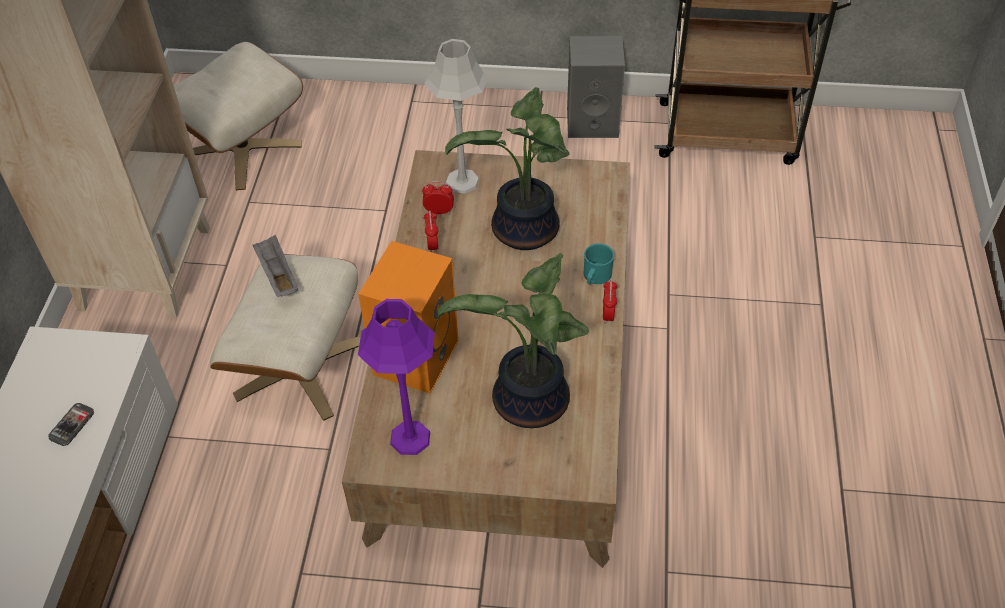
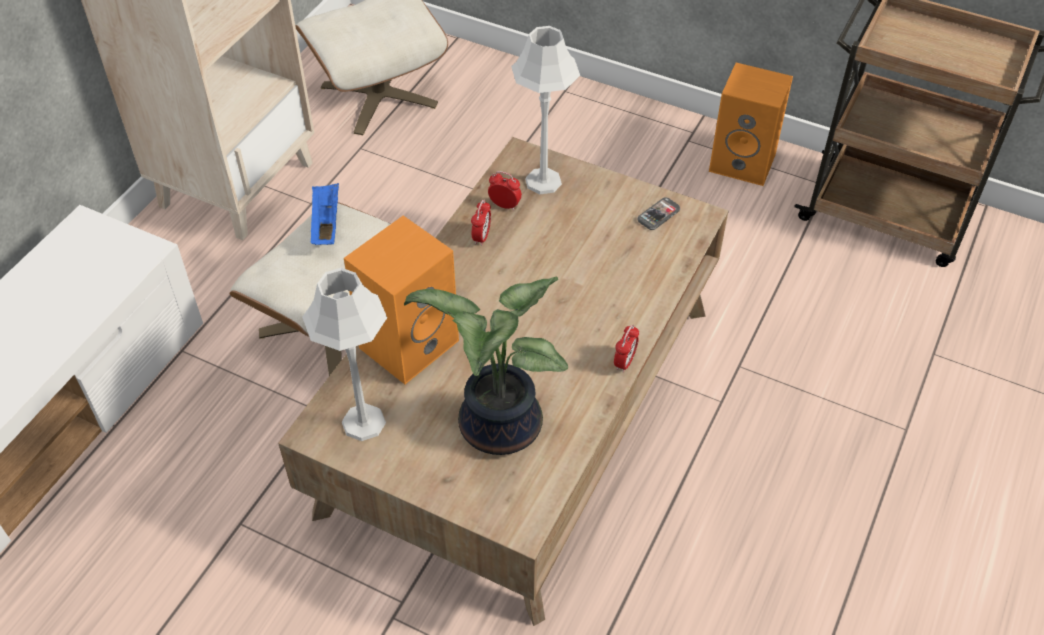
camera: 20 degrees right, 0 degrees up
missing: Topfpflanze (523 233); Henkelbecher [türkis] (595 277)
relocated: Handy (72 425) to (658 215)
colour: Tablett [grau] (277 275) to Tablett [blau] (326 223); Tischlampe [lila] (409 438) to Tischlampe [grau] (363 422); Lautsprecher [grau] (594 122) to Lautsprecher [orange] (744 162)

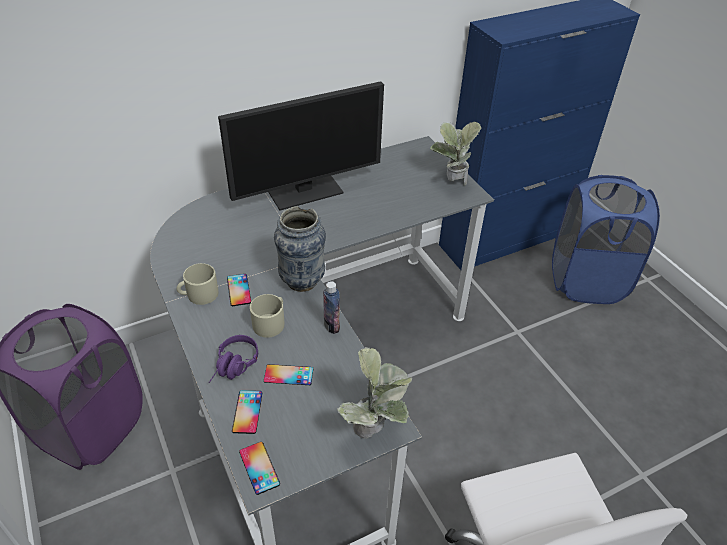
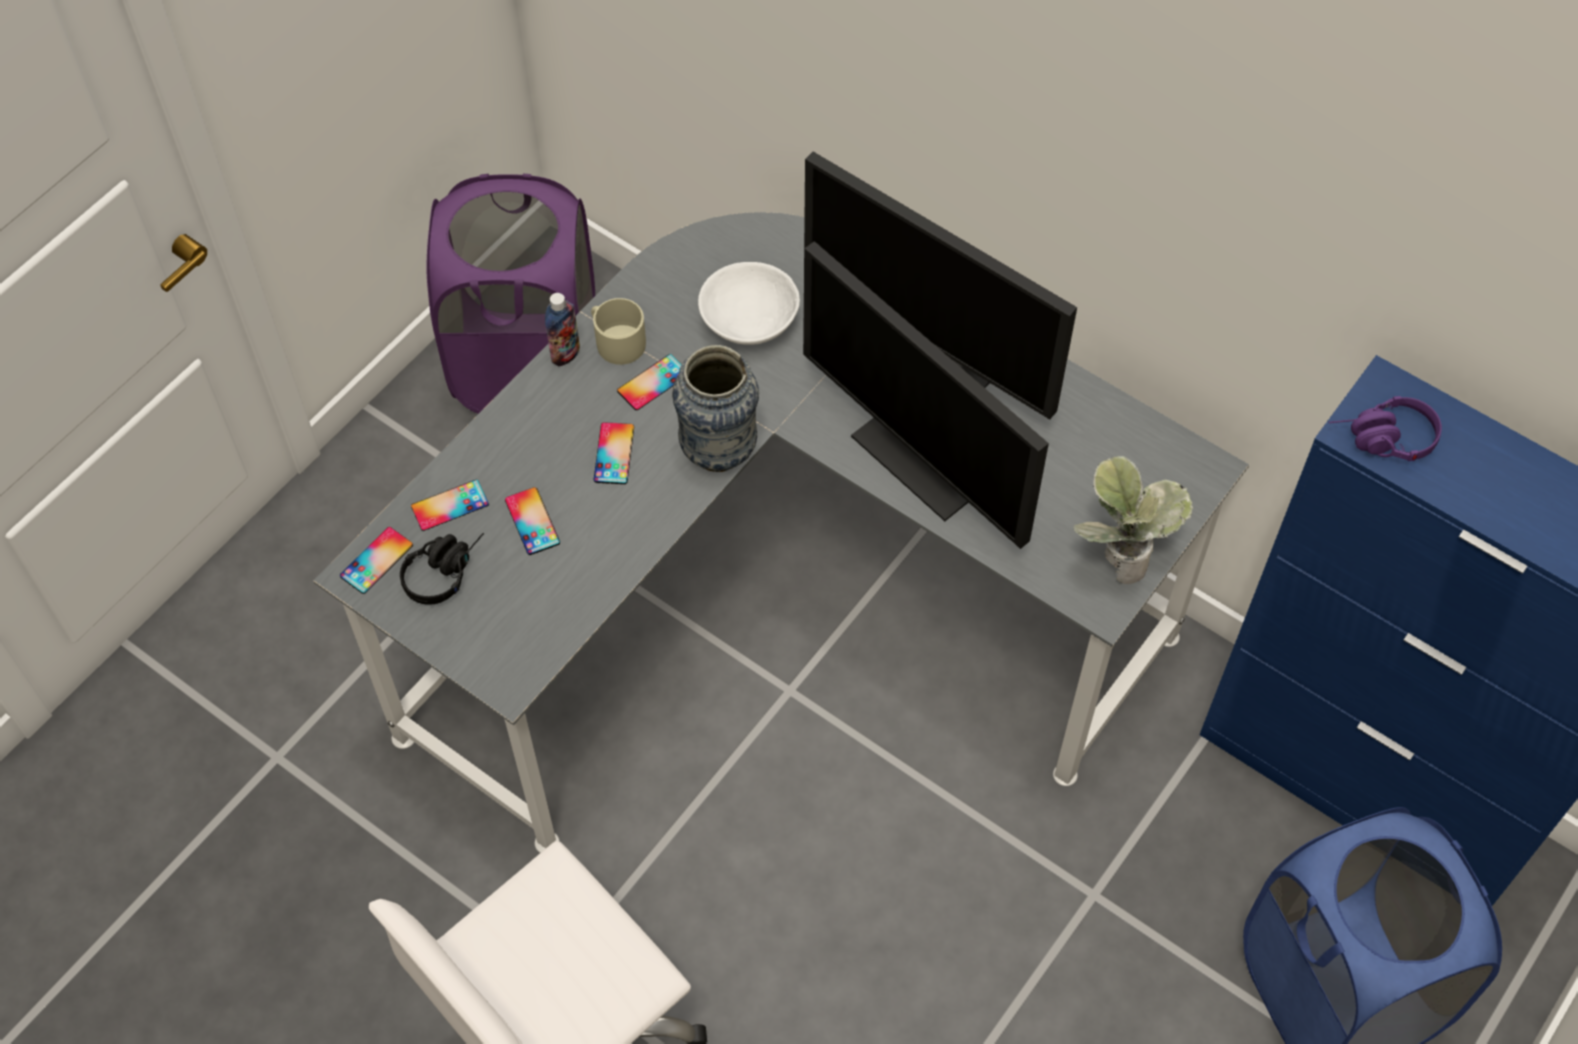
camera: 65 degrees right, 15 degrees up
missing: Topfpflanze (375 430)
appeared: Kopfhörer [schwarz] (444 570); Schüssel [weiß] (749 322); Monitor (928 456)
relocated: Kopfhörer [lila] (234 367) to (1381 440); Flasche (331 326) to (565 354)
exchanged: Henkelbecher [beige] (271 322) to Handy (614 453)

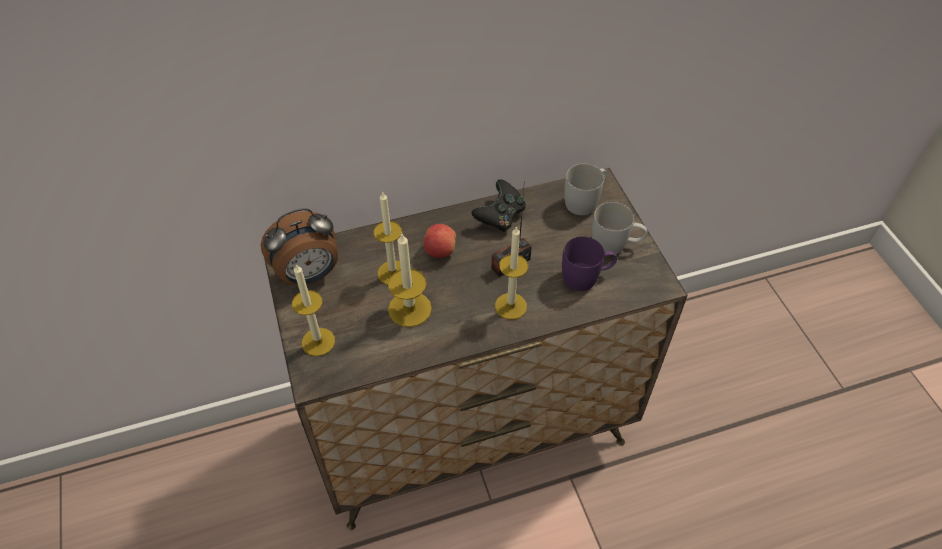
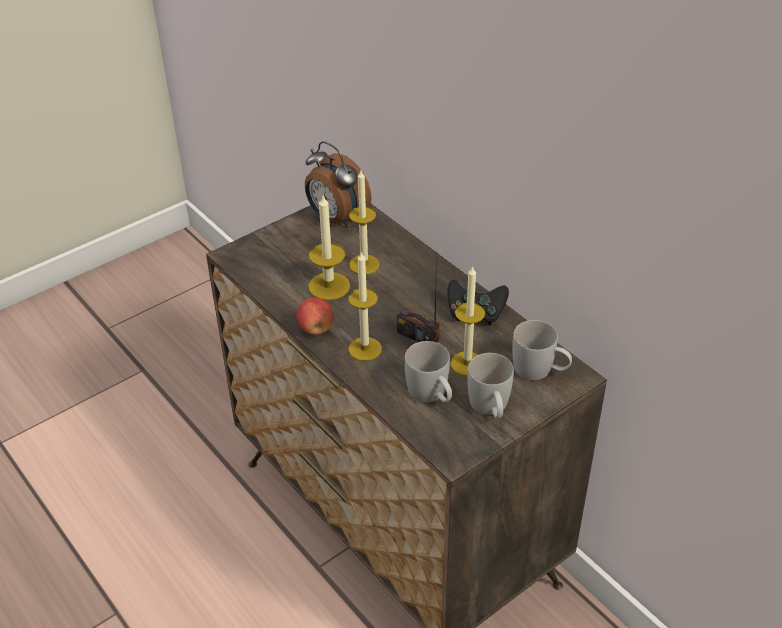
camera: 70 degrees right, 10 degrees down
relocated: Kerze (318 342) to (467 363); Apfel (440 251) to (316 328)
colour: Henkelbecher [lila] (587 277) to Henkelbecher [weiß] (431 395)

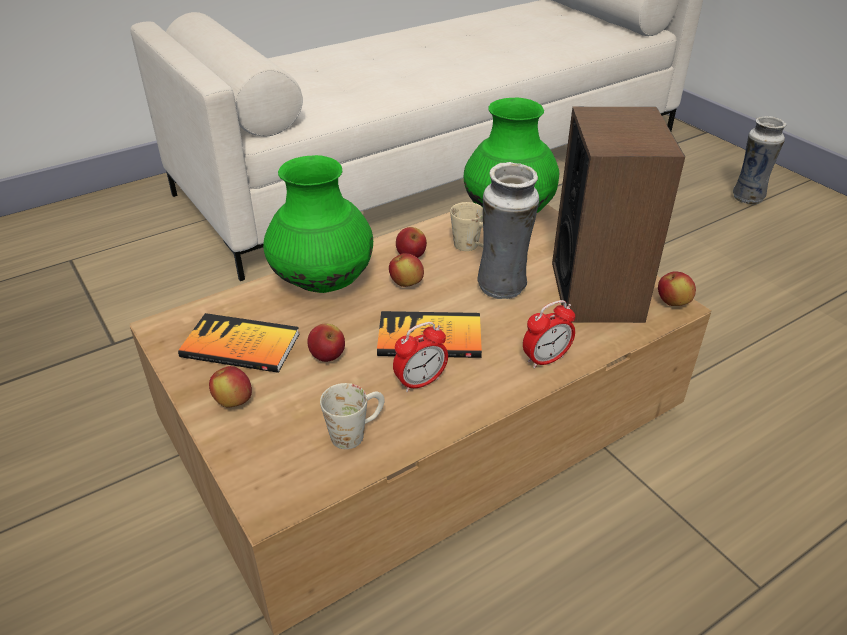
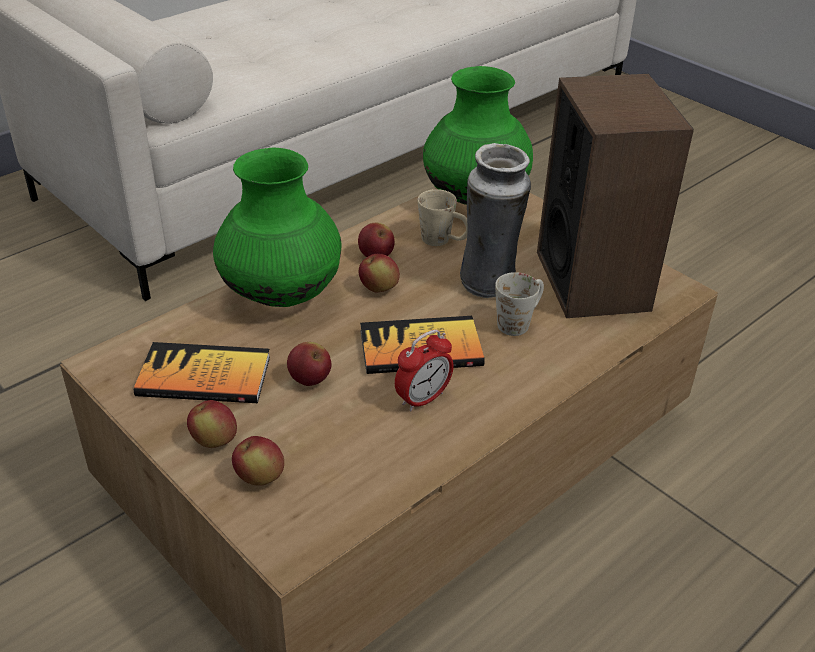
camera: 10 degrees left, 0 degrees up
missing: Wecker (545 359); Vase (747 197)
relocated: Henkelbecher [weiß] (356 432) to (519 321); Apfel (672 303) to (260 478)

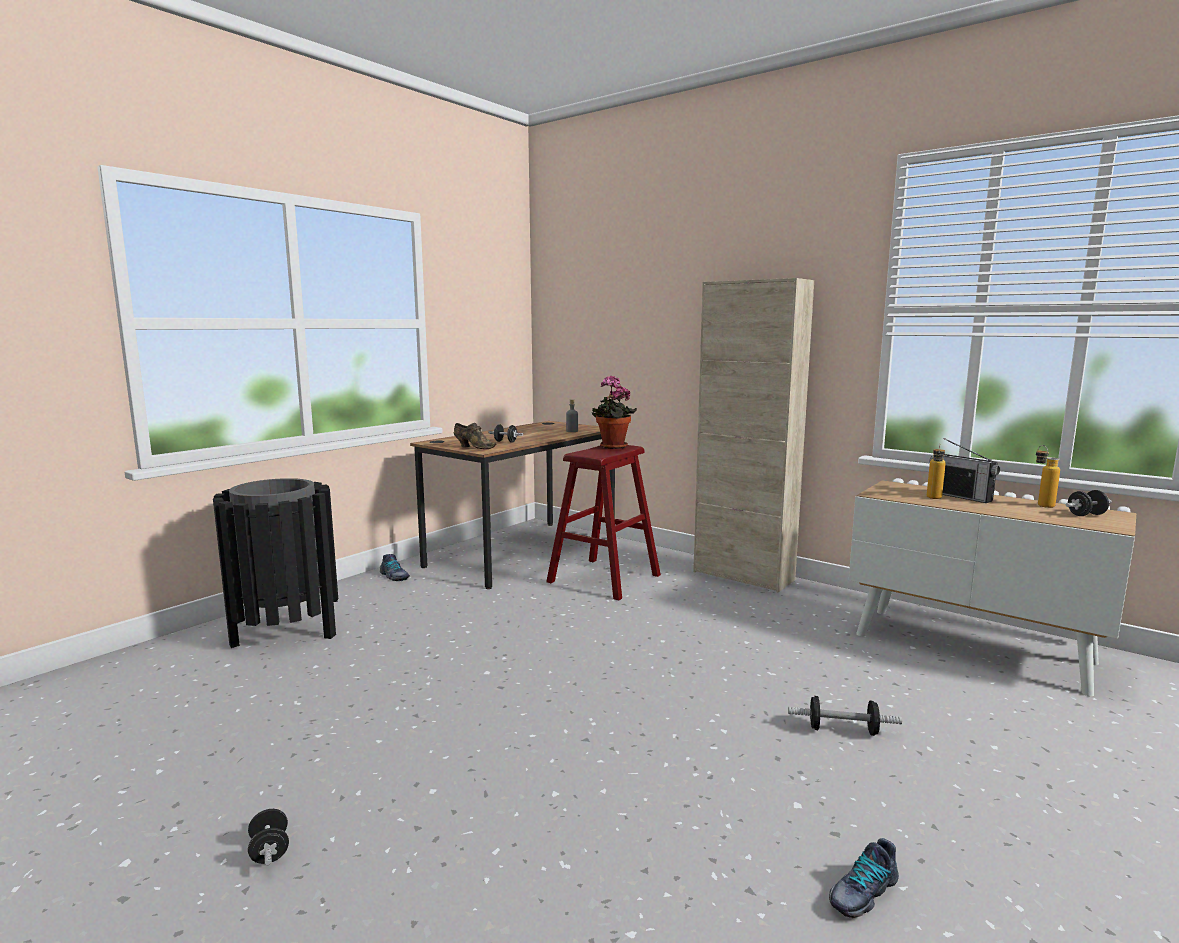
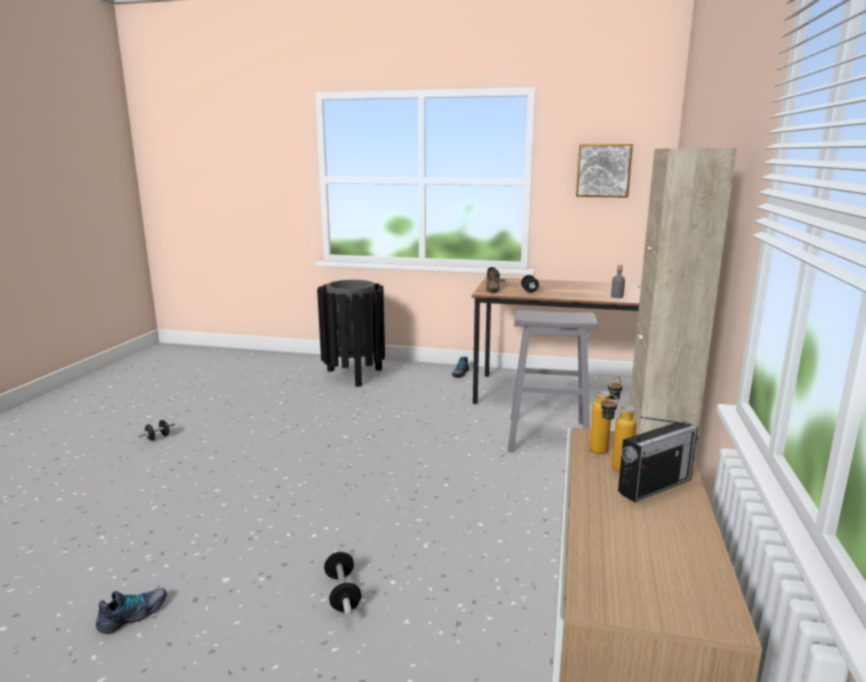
camera: 65 degrees right, 5 degrees up
missing: Topfpflanze (612 447); Hantel [schwarz] (1086 515)
appeared: Bild (603 170)
relocated: Flasche (1041 504) to (603 448)
colour: Hocker [rot] (604 578) to Hocker [grau] (547 436)
spun: Schuh (862 892) = (134 615) 105 degrees clockwise; Radio (960 496) = (654 486) 150 degrees counterclockwise

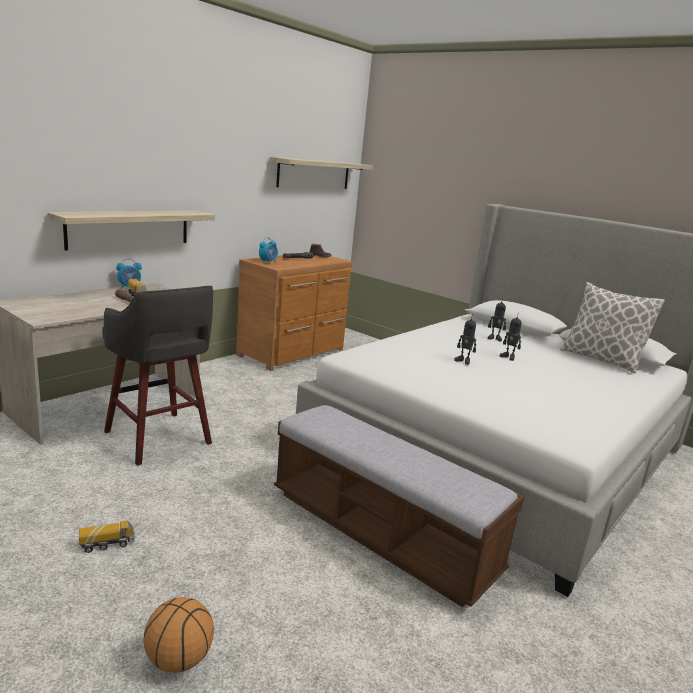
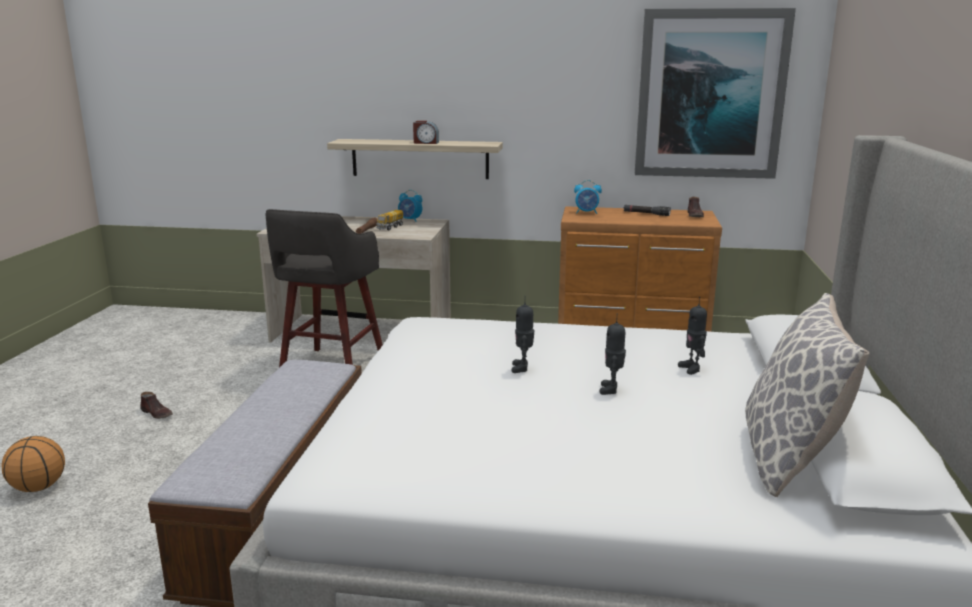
camera: 60 degrees right, 0 degrees up
appeared: Wecker (426 143)
exchanged: Spielzeuglaster (107 544) to Schuh [braun] (157 413); Wandregal (314 174) to Bild (710 94)

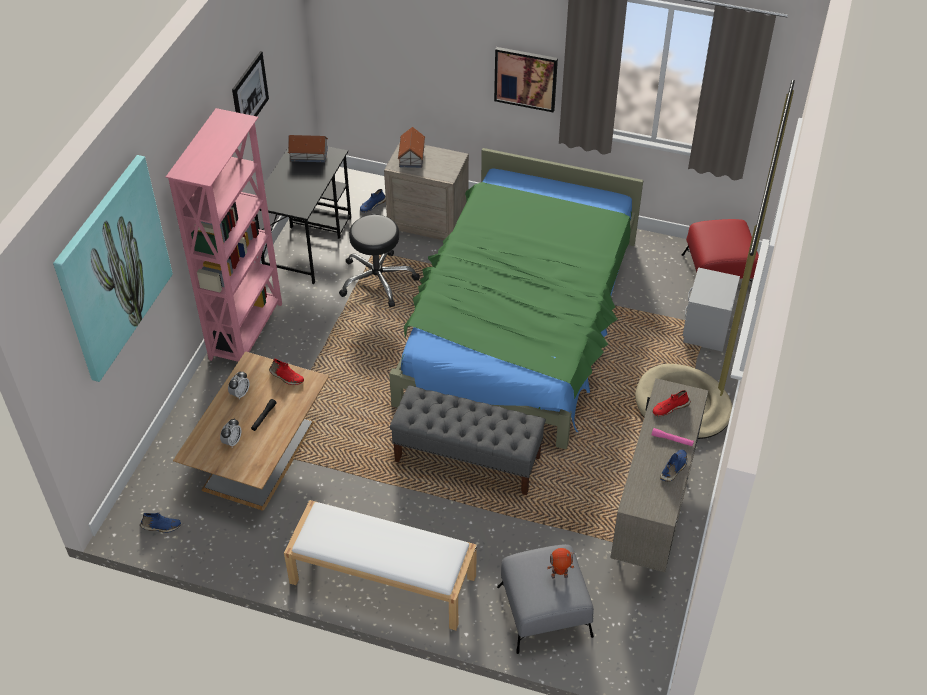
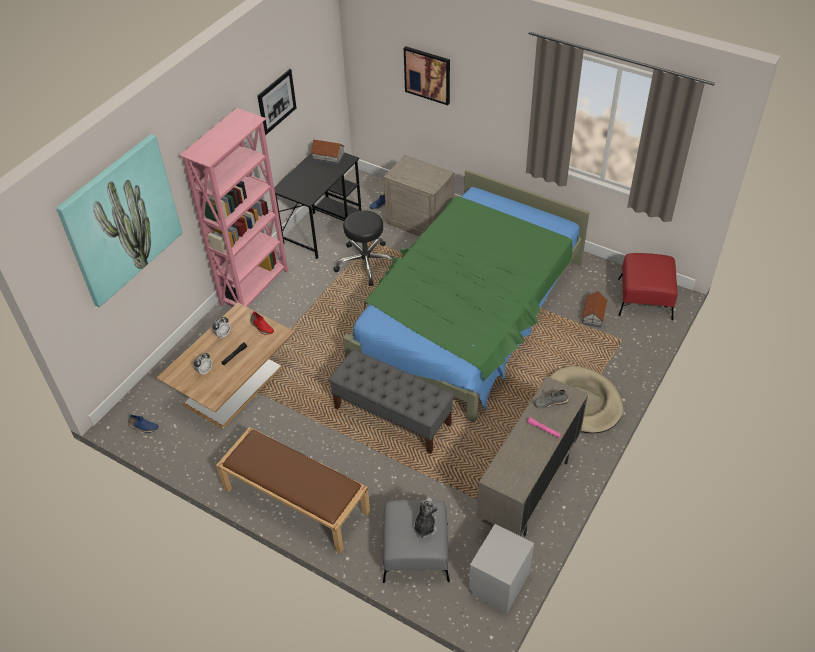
camera: 15 degrees right, 0 degrees up
missing: Schuh [blau] (674 468)
relocated: Spielzeughaus (412 156) to (593 315); Bild (525 78) to (427 75); Nachttisch [grau] (706 329) to (499 583)
exchanged: Spielzeugroboter (559 576) to Plüschtier (425 526)
colour: Bank [weiß] (381 579) to Bank [braun] (295 500); Schuh [rot] (670 407) to Schuh [grau] (550 402)

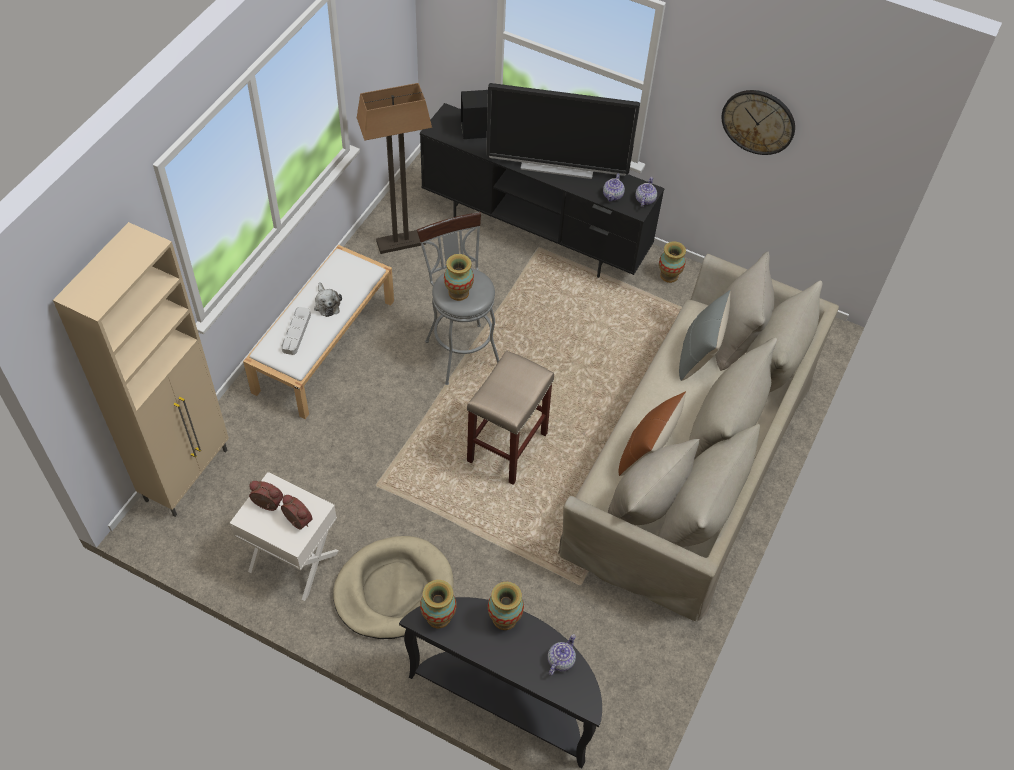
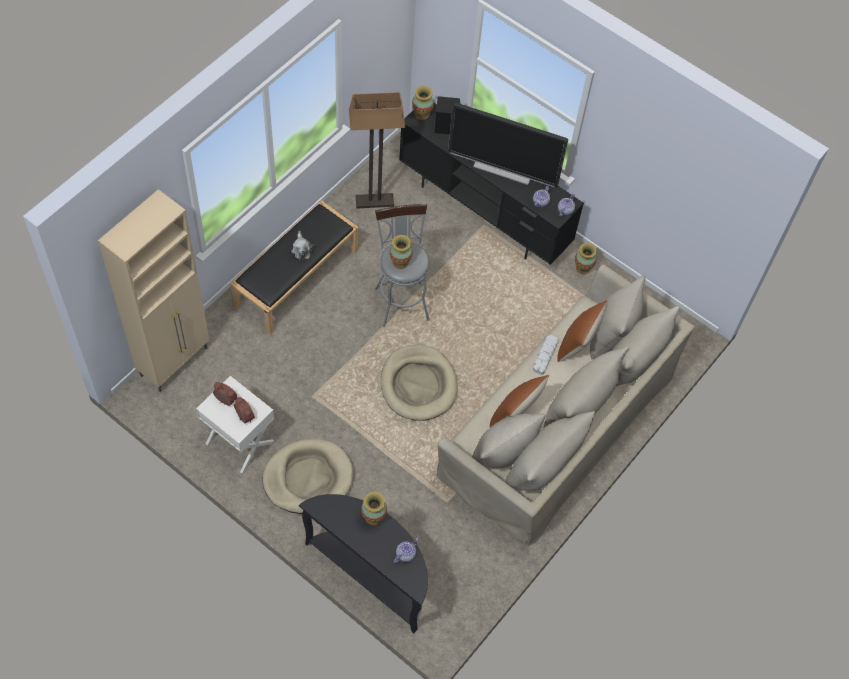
camera: 10 degrees right, 5 degrees up
missing: Wanduhr (758 121)
relocated: Tablett [grau] (296 332) to (545 356); Vase (438 616) to (422 114)
exchanged: Hocker [beige] (507 446) to Hundebett [beige] (418 385)
colour: Bank [weiß] (324 344) to Bank [schwarz] (297 277); Kissen [grau] (698 355) to Kissen [braun] (577 344)

